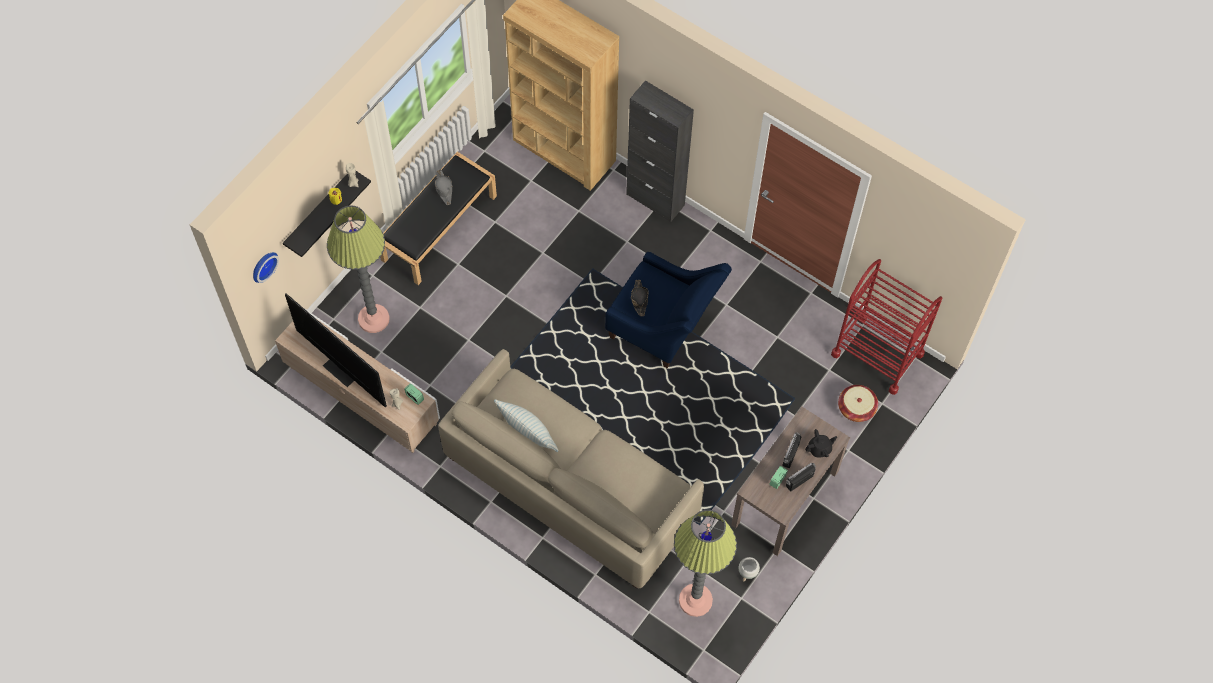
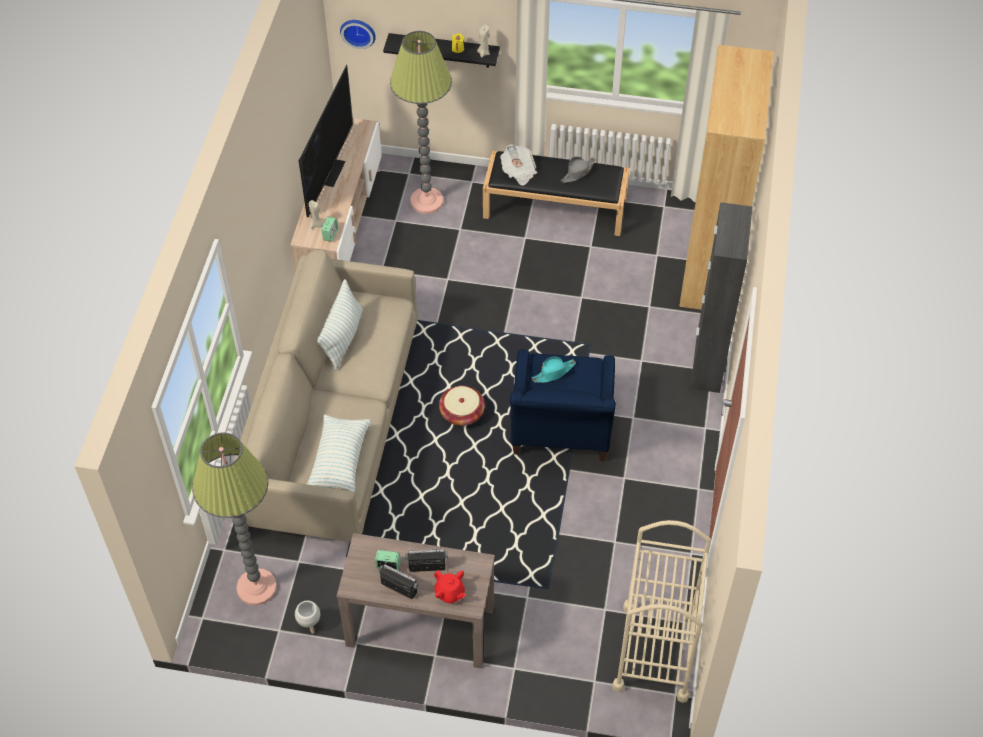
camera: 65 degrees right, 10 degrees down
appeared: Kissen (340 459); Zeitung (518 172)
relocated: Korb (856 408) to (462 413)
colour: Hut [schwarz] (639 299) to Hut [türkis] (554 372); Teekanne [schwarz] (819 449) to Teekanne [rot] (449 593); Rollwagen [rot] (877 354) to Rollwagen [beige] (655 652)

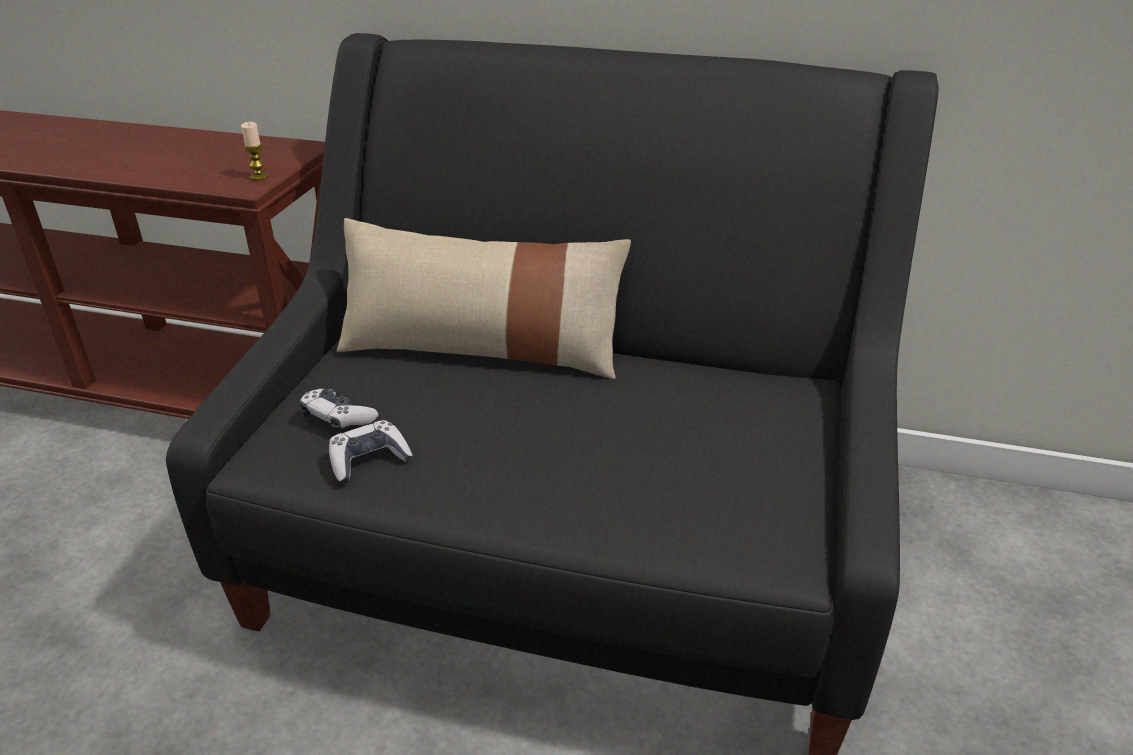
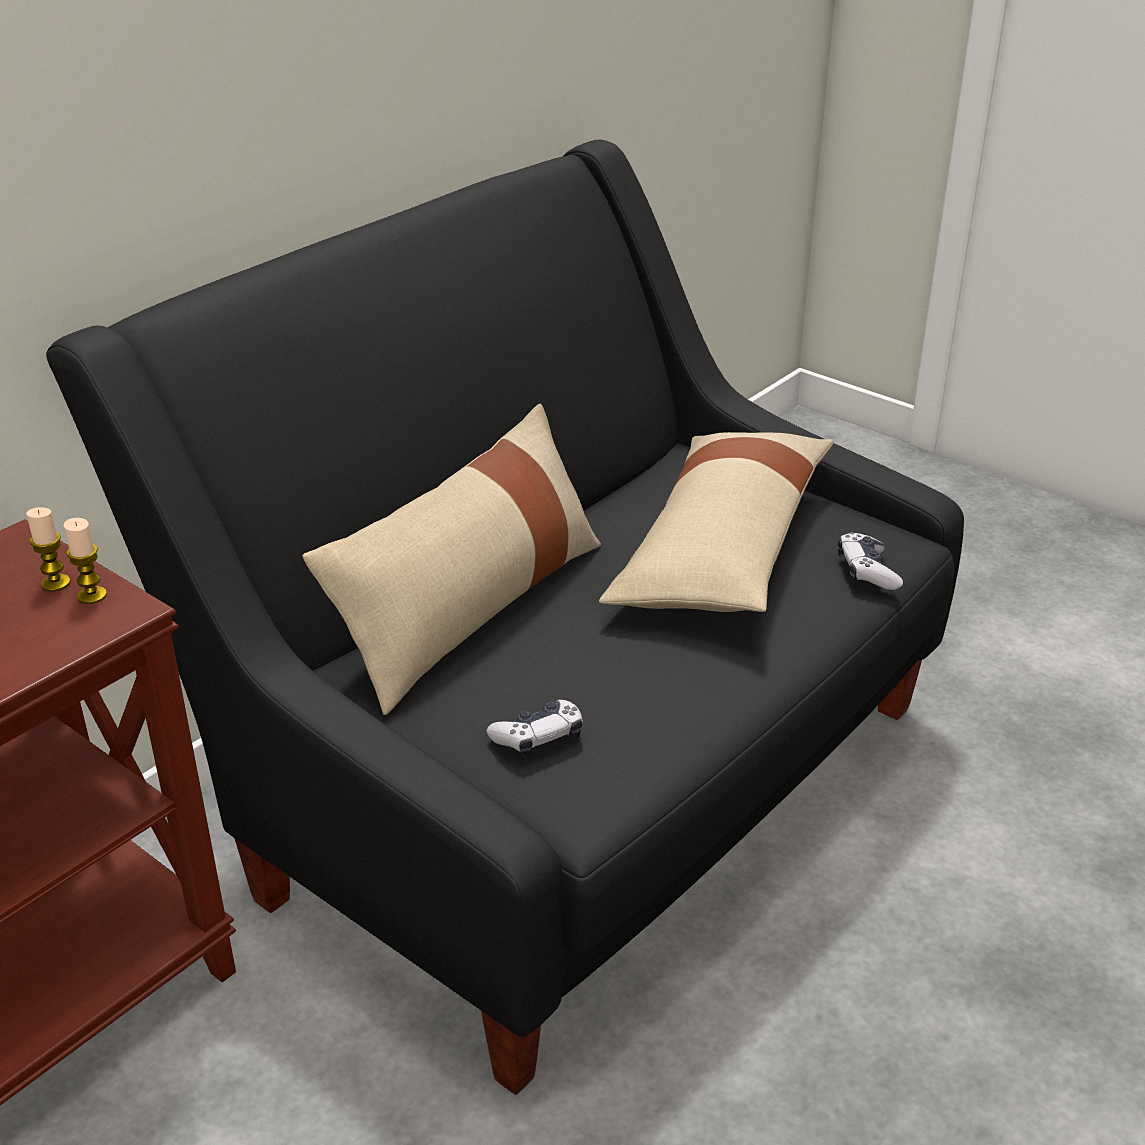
camera: 65 degrees left, 0 degrees up
appeared: Kerze (56 583); Kissen [beige] (722 549)
relocated: Gamepad (369 460) to (867 571)

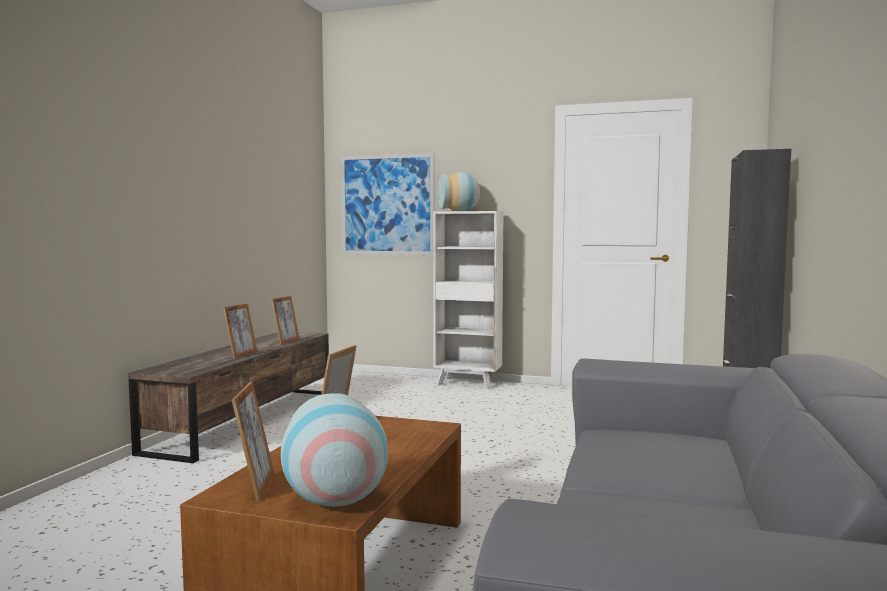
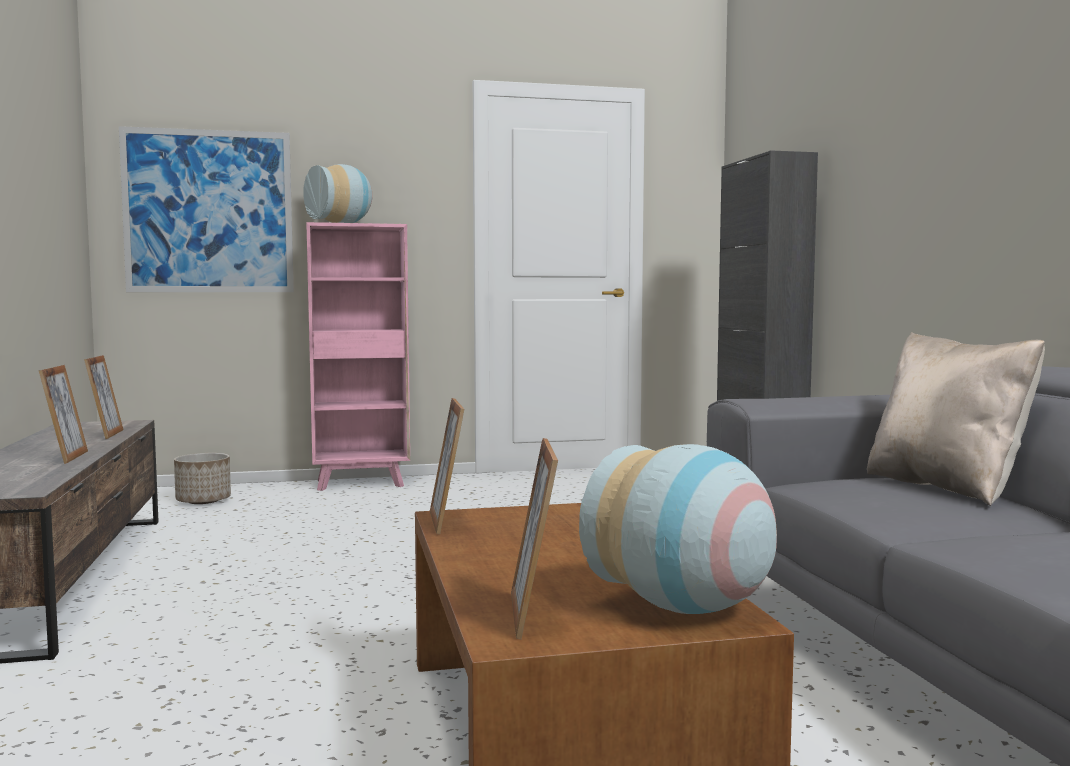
camera: 30 degrees left, 0 degrees up
appeared: Pflanzkübel (203 500); Kissen [beige] (947 487)
colour: Bücherregal [weiß] (468 383) to Bücherregal [rosa] (362 483)
spun: Bilderrahmen (255 486) = (532 615) 150 degrees counterclockwise

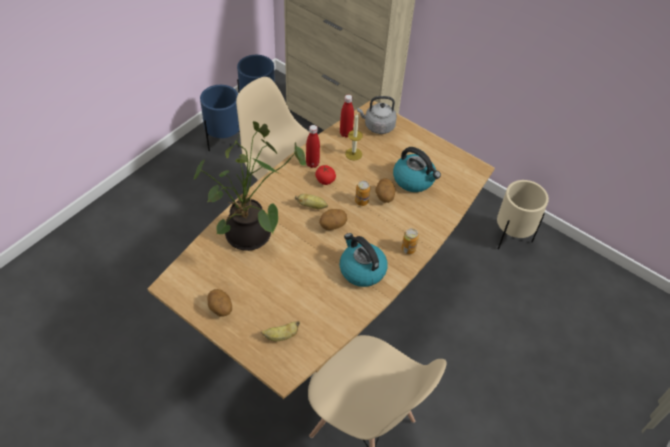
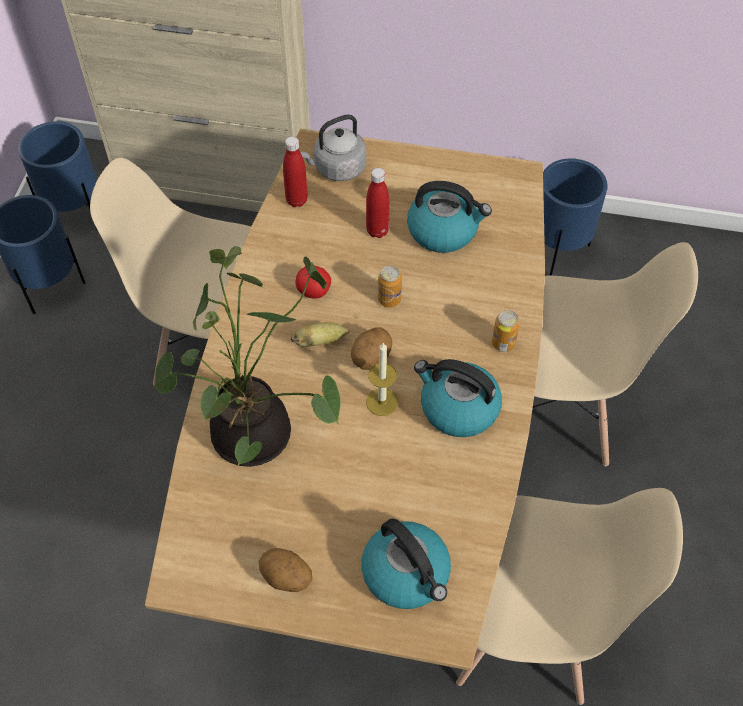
camera: 25 degrees left, 5 degrees up
missing: Kartoffel (384 197)
appeared: Stuhl [beige] (556 412)
relocated: Flasche [rot] (312 164) to (377 231); Kerze (353 154) to (382 402)
exchanged: Banane (281 336) to Wasserkessel (407 574)
colour: Pflanzkübel [beige] (510 237) to Pflanzkübel [blau] (557 252)

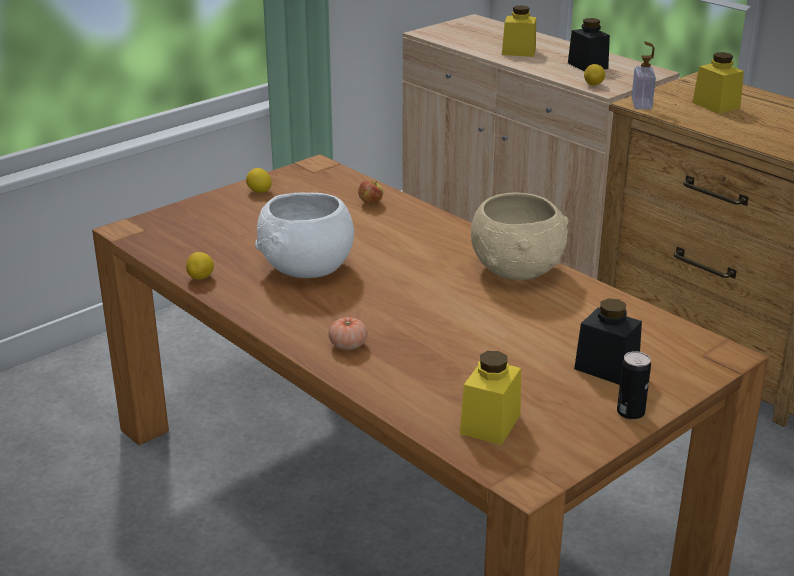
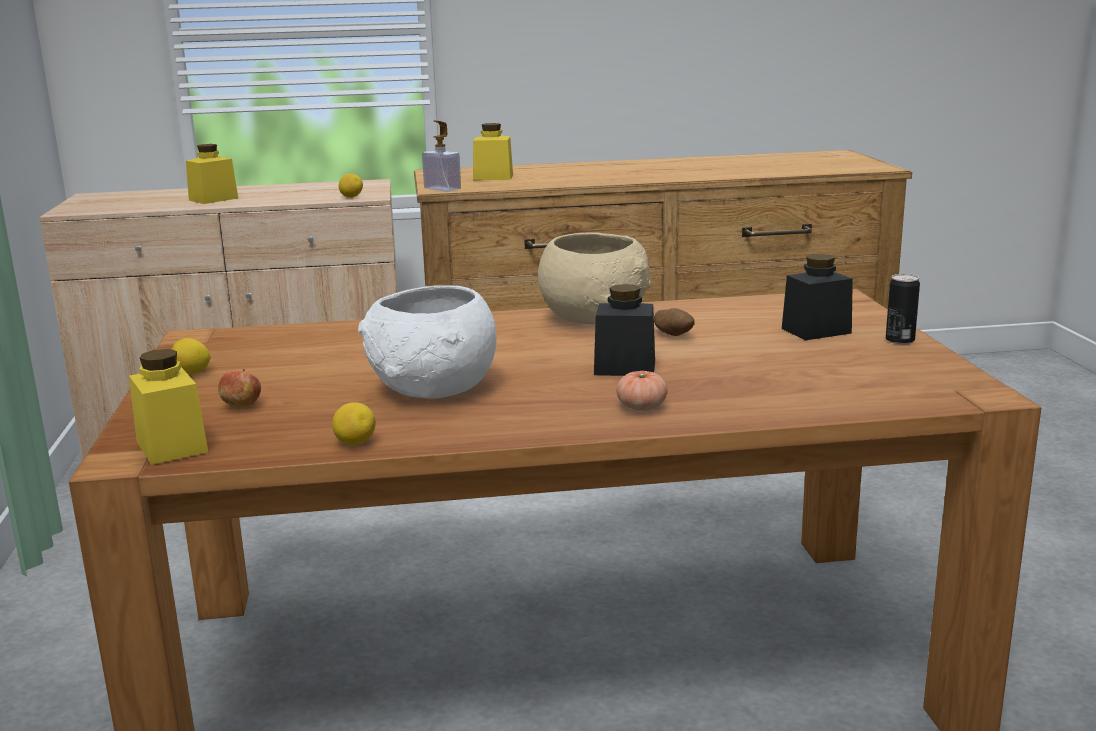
camera: 55 degrees left, 10 degrees down
appeared: Kartoffel (674 335)
relocated: Apfel (370 203) to (241 406); Vorratsglas [gelb] (490 424) to (172 446); Vorratsglas [schwarz] (587 66) to (625 368)

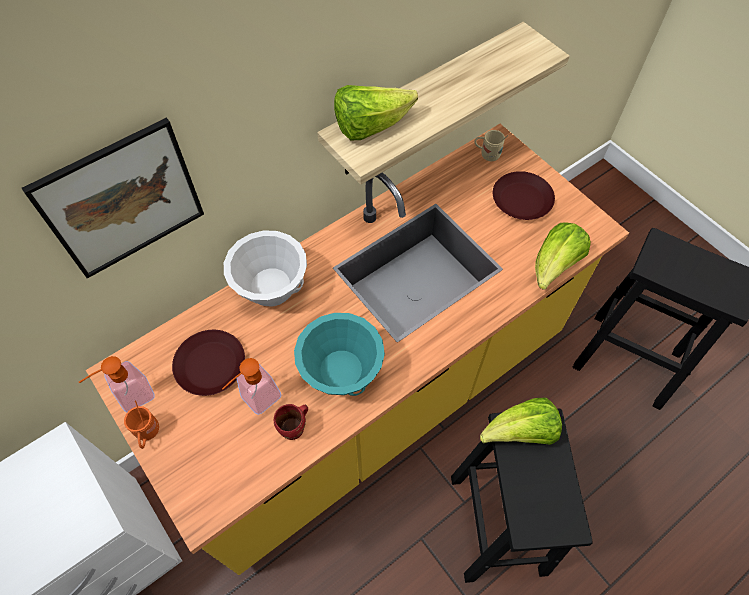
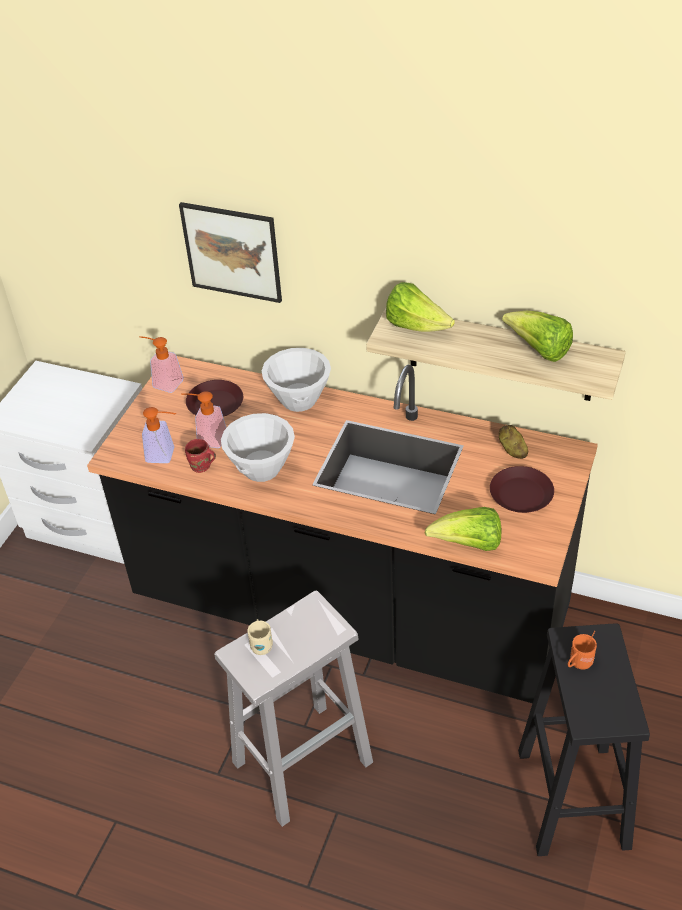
camera: 60 degrees right, 15 degrees down
appeared: Seifenspender (166 455); Kartoffel (512 449)
relocated: Henkelbecher [orange] (147 434) to (578 664); Henkelbecher [beige] (487 154) to (261 644); Salatkopf (520 432) to (539 350)
colour: Küchenzeile [gelb] (374 398) to Küchenzeile [schwarz] (351 608); Schüssel [türkis] (342 373) to Schüssel [weiß] (262 469); Hocker [schwarz] (496 522) to Hocker [weiß] (304 761)

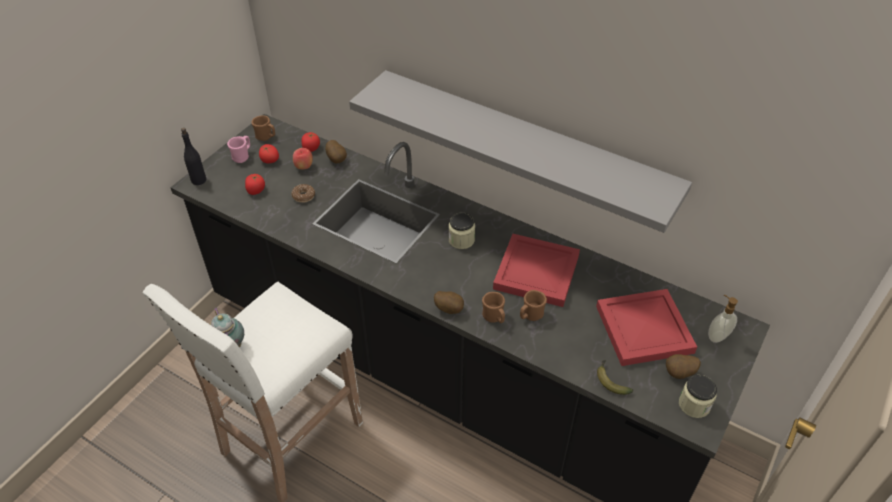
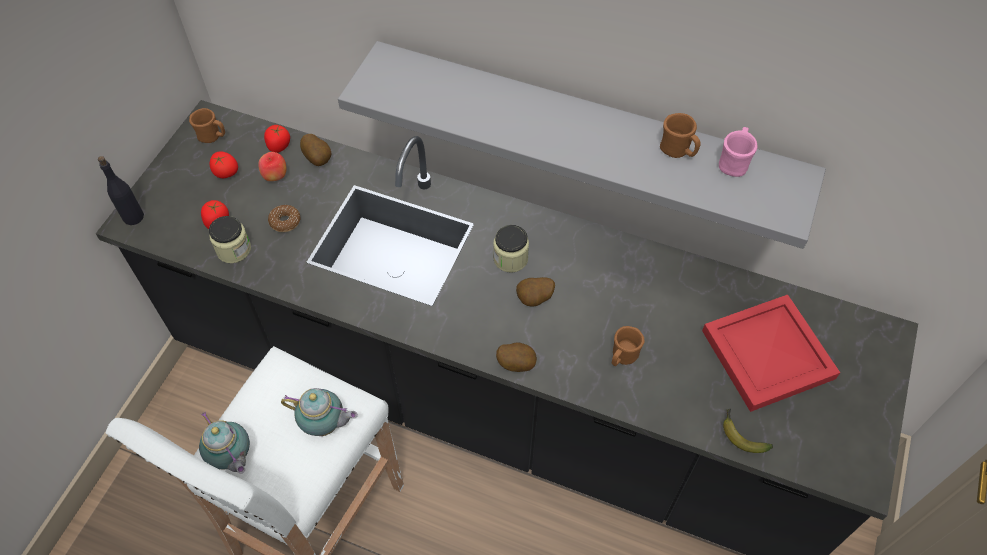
camera: 10 degrees left, 10 degrees up
missing: Tablett [rot] (535 271); Seifenspender (717 336)
appeared: Teekanne (325 425)
relocated: Henkelbecher [rosa] (242 156) to (734 163); Henkelbecher [braun] (494 318) to (677 151); Kartoffel (679 374) to (535 299); Vorratsglas (694 405) to (234 249)

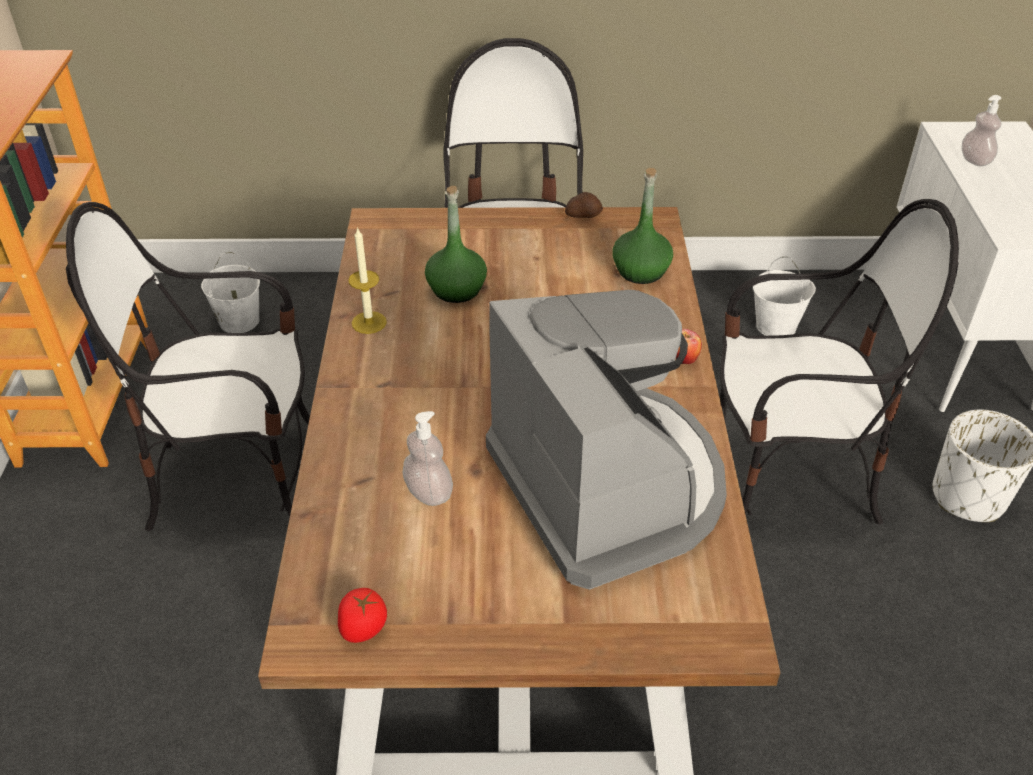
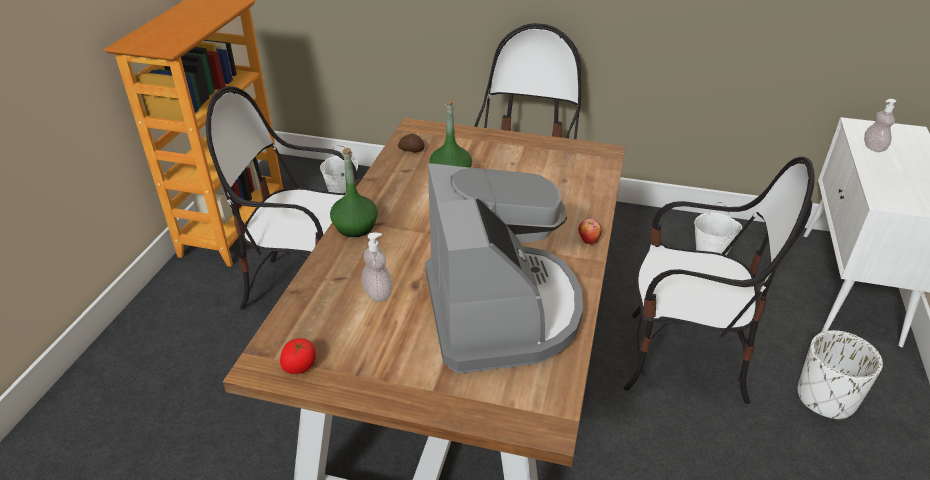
camera: 15 degrees right, 5 degrees down
missing: Kerze (369 322)
relocated: Kartoffel (583 215) to (411 150); Flasche [grün] (641 271) to (355 227)

